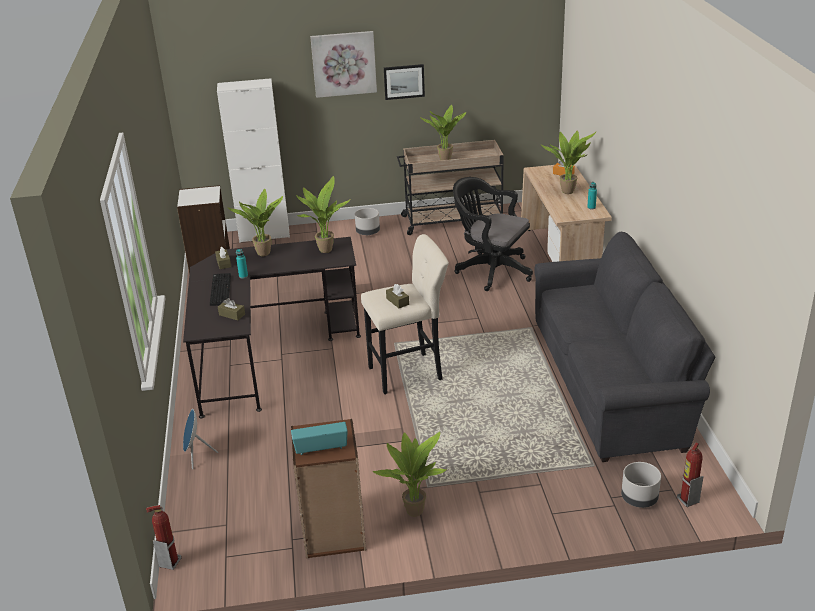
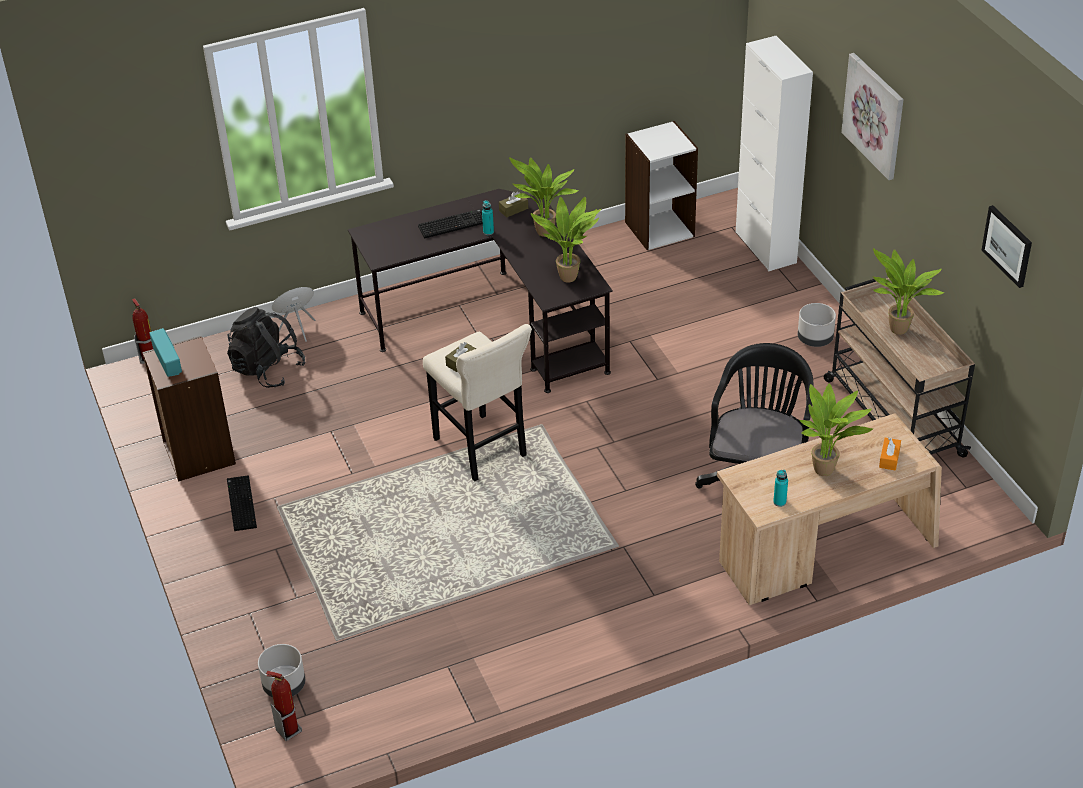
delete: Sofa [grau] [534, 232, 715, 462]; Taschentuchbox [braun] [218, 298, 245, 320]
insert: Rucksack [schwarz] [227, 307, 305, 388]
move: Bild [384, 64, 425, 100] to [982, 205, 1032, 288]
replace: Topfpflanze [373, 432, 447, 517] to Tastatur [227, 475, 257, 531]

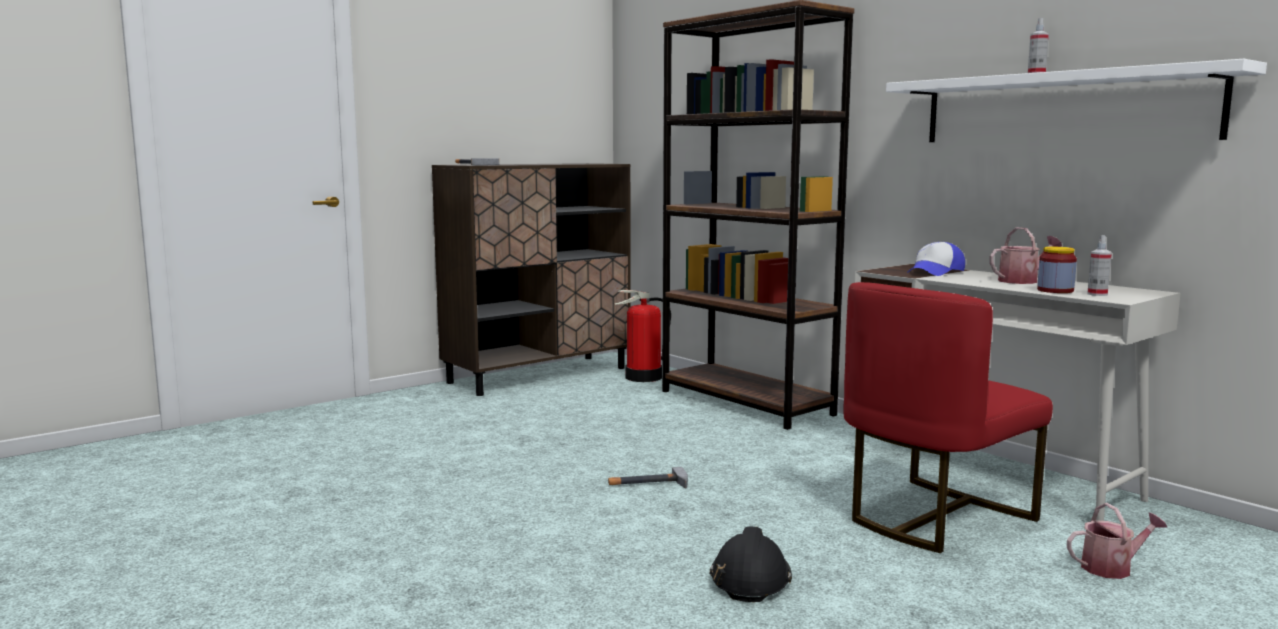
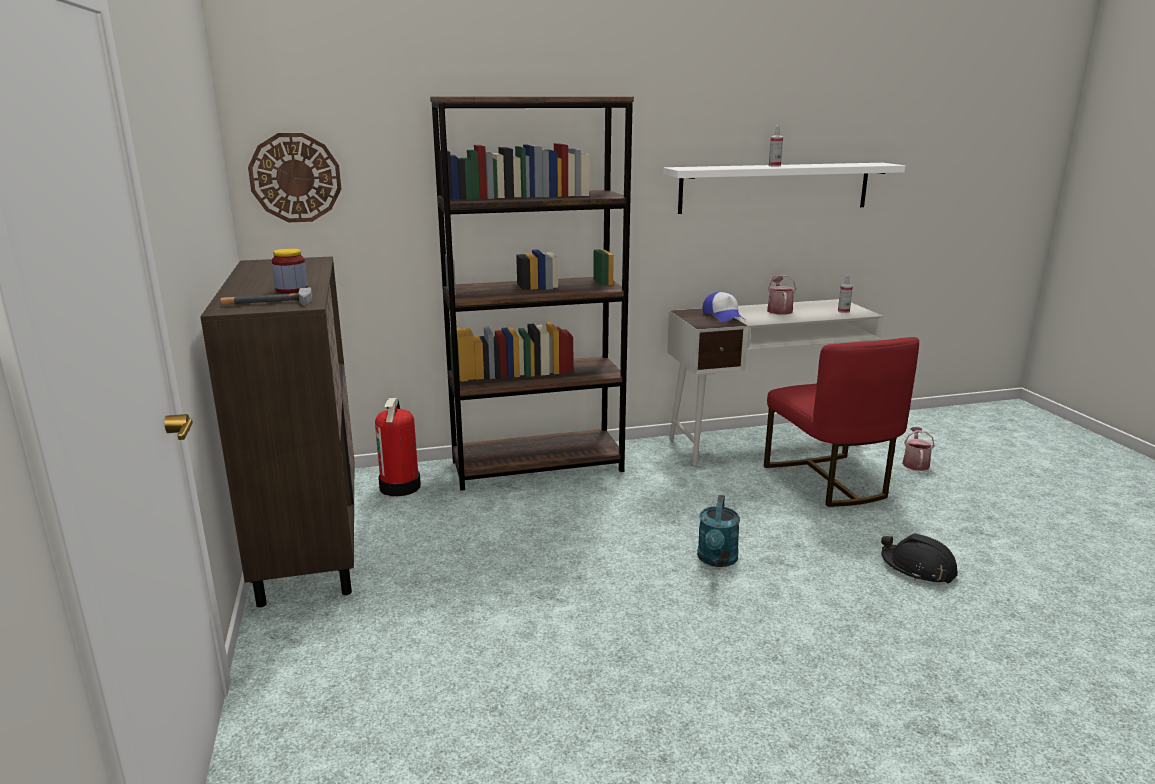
insert: Wanduhr [248, 133, 341, 222]
move: Vorratsglas [1037, 247, 1077, 293] to [272, 248, 308, 293]
replace: Hammer [608, 467, 688, 489] to Gießkanne [türkis] [697, 495, 740, 567]

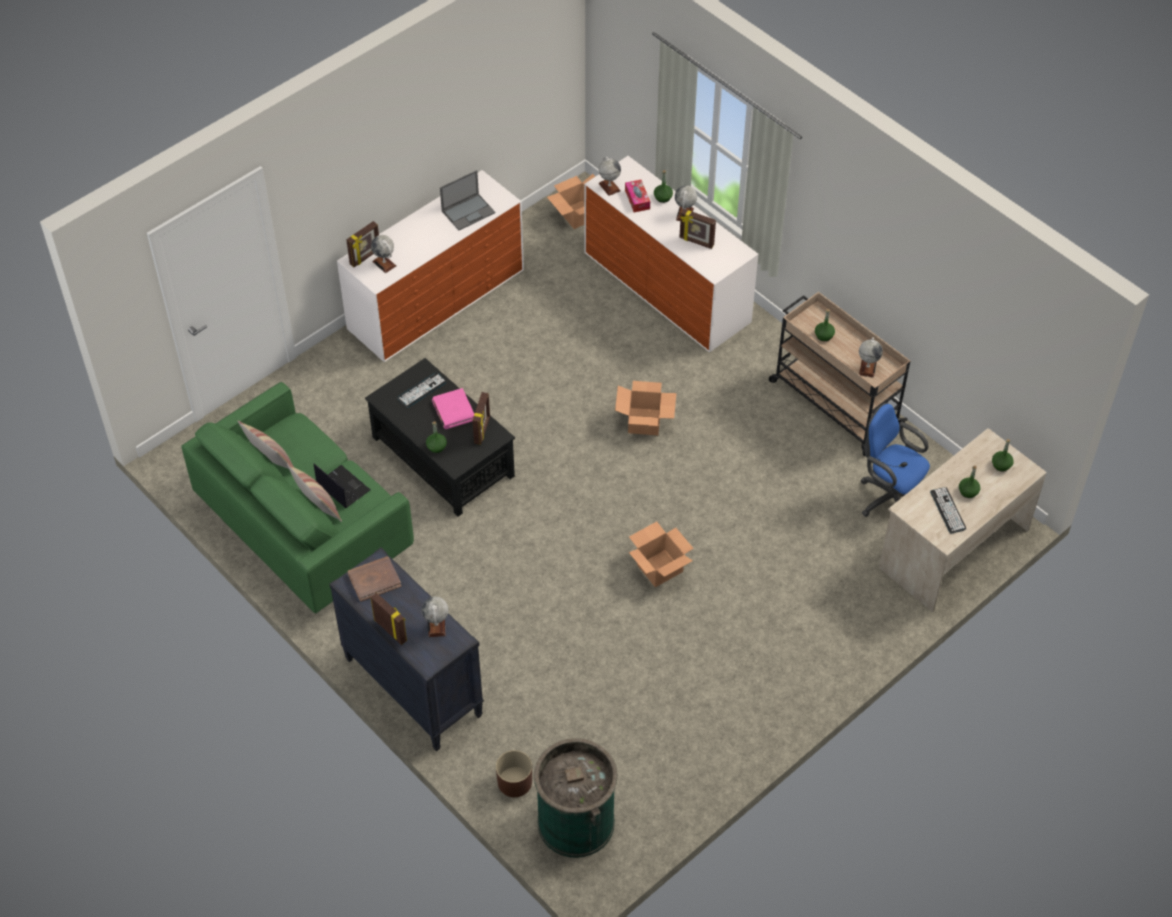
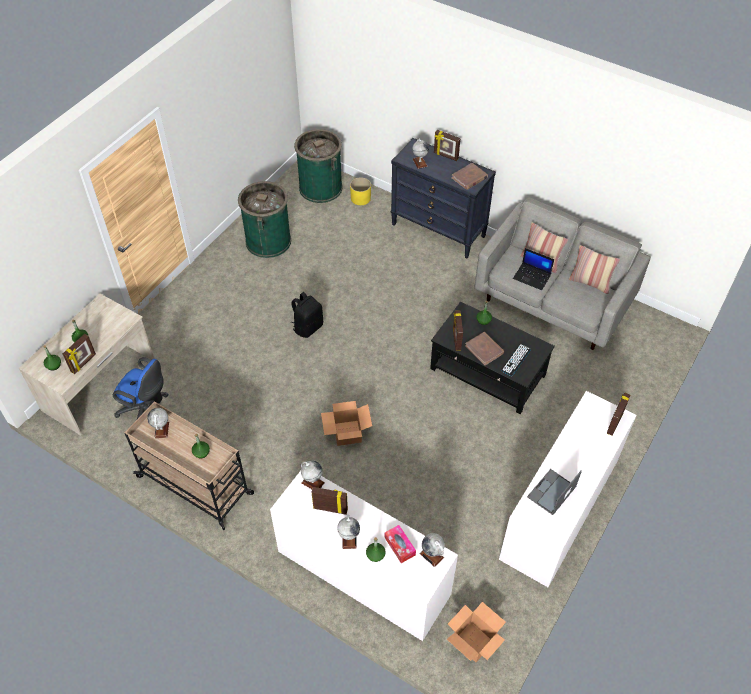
delete: Tastatur [930, 487, 966, 534]
insert: Mülleimer [grün] [238, 181, 291, 258]; Bilderrahmen [63, 334, 96, 374]
move: Globus [371, 235, 396, 273] to [301, 460, 325, 489]
replace: Karton [629, 522, 694, 587] to Rucksack [schwarz] [291, 292, 323, 338]
recolor: Sofa [grün] [181, 382, 414, 614] to Sofa [grau] [475, 198, 651, 350]; Buch [rosa] [432, 388, 474, 429] to Buch [braun] [465, 332, 504, 366]; Pflanzkübel [braun] [496, 750, 532, 797] to Pflanzkübel [gelb] [350, 177, 371, 205]

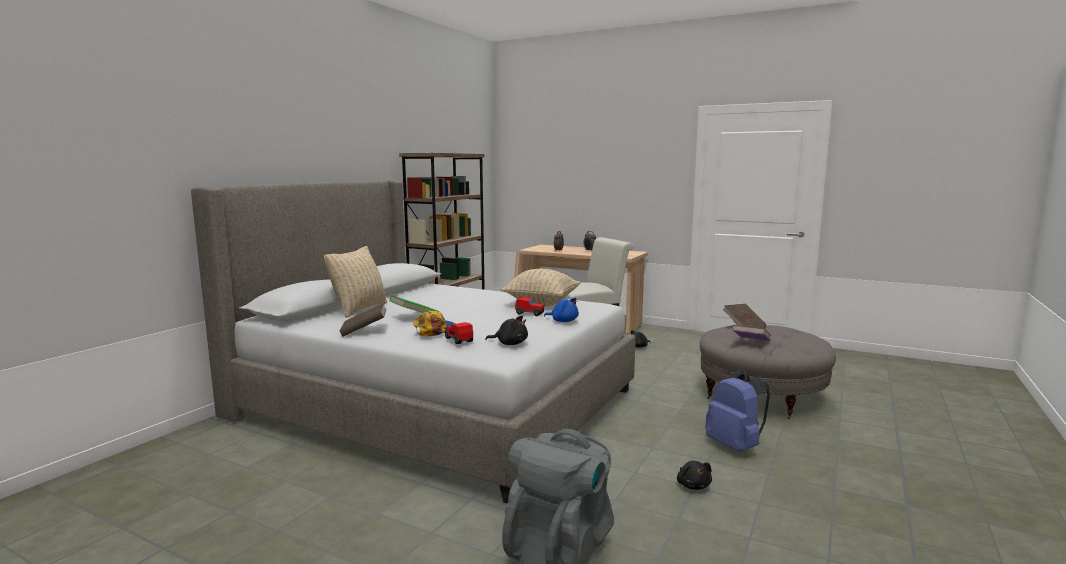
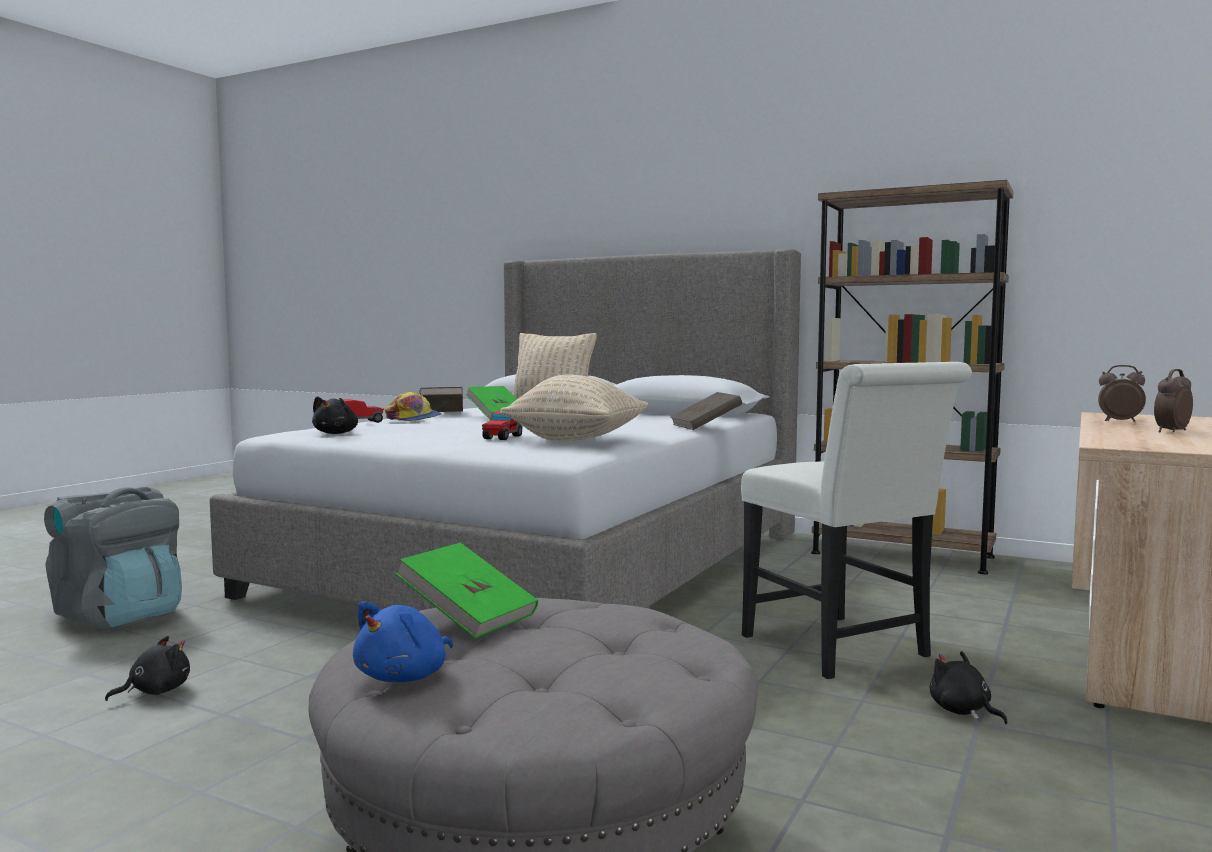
delete: Rucksack [blau] [705, 371, 770, 452]
move: Plüschtier [blau] [544, 298, 579, 322] to [353, 601, 453, 682]; Buch [braun] [723, 304, 766, 328] to [670, 392, 742, 430]
recolor: Buch [lila] [732, 325, 771, 341] to Buch [grün] [395, 543, 538, 639]
rotate: Plüschtier [schwarz] [677, 461, 712, 490] = [105, 636, 190, 701] 150 degrees clockwise

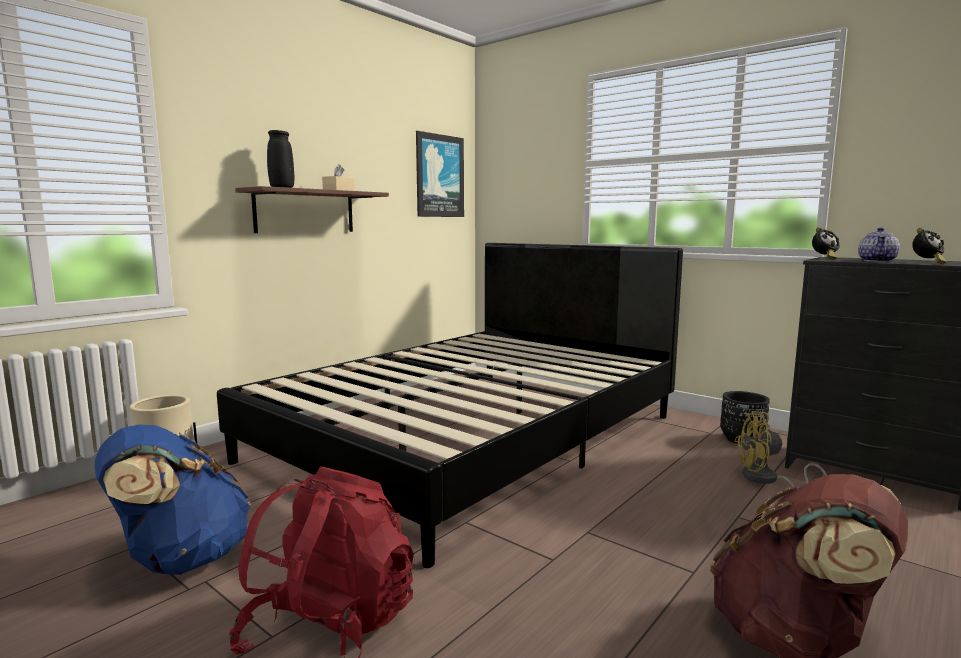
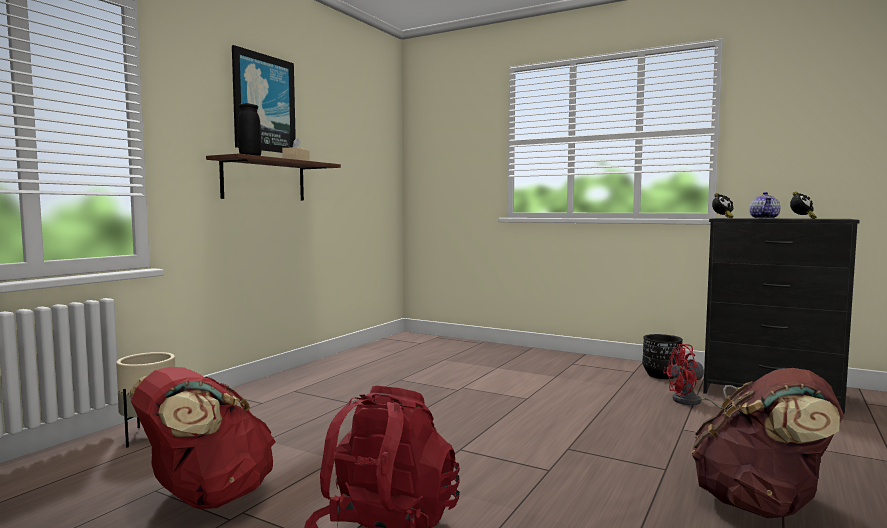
delete: Bett [schwarz] [217, 243, 683, 568]
move: Bild [416, 131, 464, 217] to [232, 45, 296, 153]
recolor: Ventilator [gelb] [734, 411, 827, 486] to Ventilator [rot] [663, 344, 737, 409]; Rucksack [blau] [95, 424, 251, 575] to Rucksack [rot] [129, 367, 276, 509]

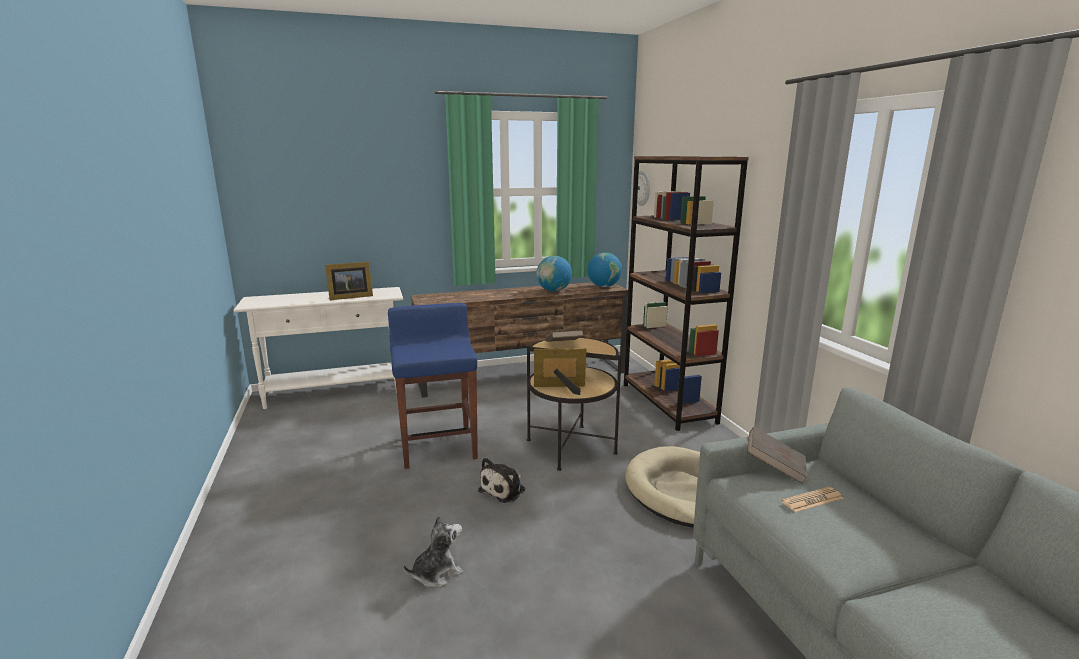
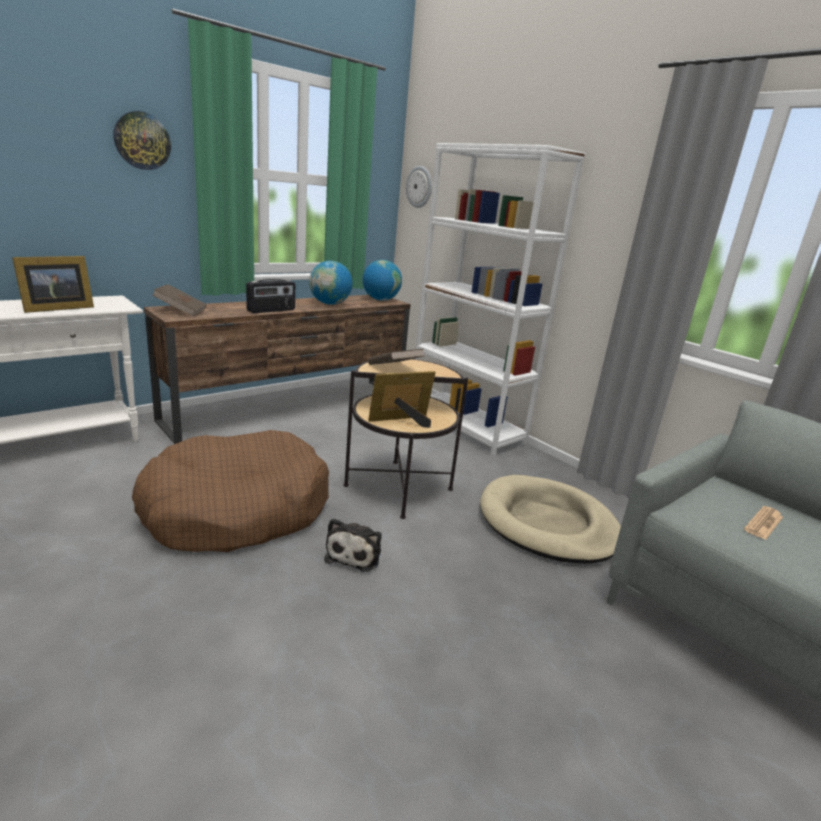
delete: Plüschtier [403, 515, 463, 588]
insert: Wanduhr [113, 111, 171, 170]; Radio [246, 279, 295, 313]
move: Buch [braun] [747, 427, 807, 484] to [152, 284, 207, 316]
replace: Hocker [blau] [388, 303, 478, 469] to Hundebett [braun] [132, 430, 329, 552]
recolor: Bücherregal [braun] [624, 156, 749, 431] to Bücherregal [weiß] [415, 143, 586, 456]

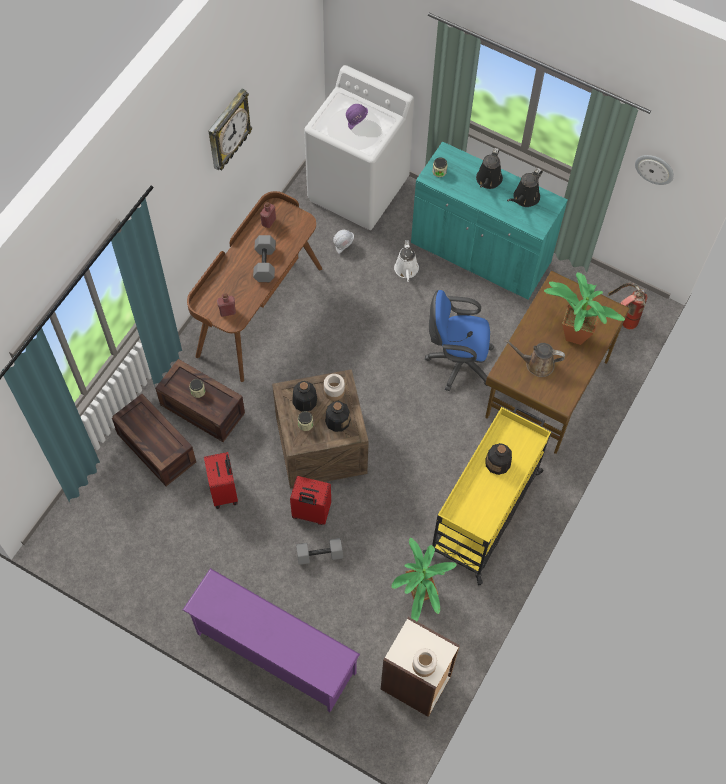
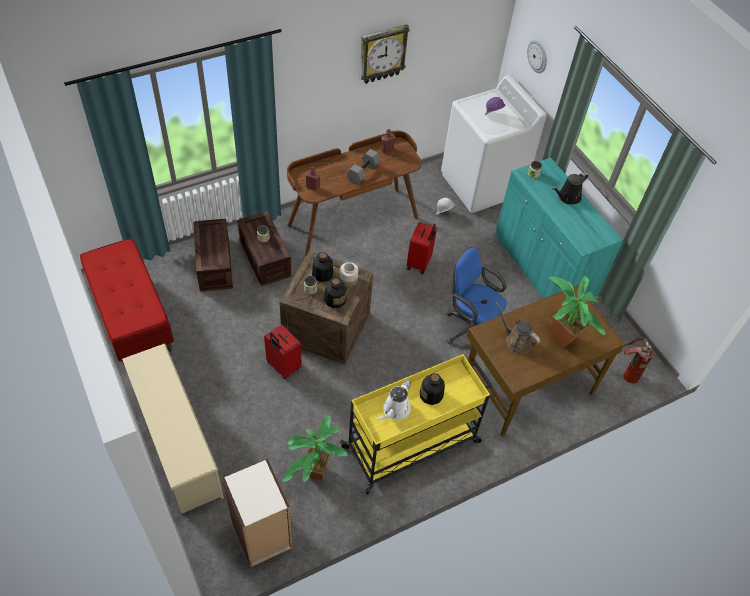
delete: Gießkanne [schwarz] [507, 168, 543, 207]; Hantel [grau] [296, 538, 343, 565]; Vorratsglas [412, 648, 437, 677]
insert: Bank [rot] [80, 238, 174, 365]
move: Wanduhr [635, 155, 674, 185] to [527, 40, 547, 73]; Gießkanne [weiß] [394, 240, 419, 282] to [377, 380, 411, 421]; Koffer [rot] [204, 452, 238, 509] to [407, 222, 437, 274]
recolor: Schuhregal [lila] [183, 568, 360, 712] to Schuhregal [beige] [122, 344, 224, 513]

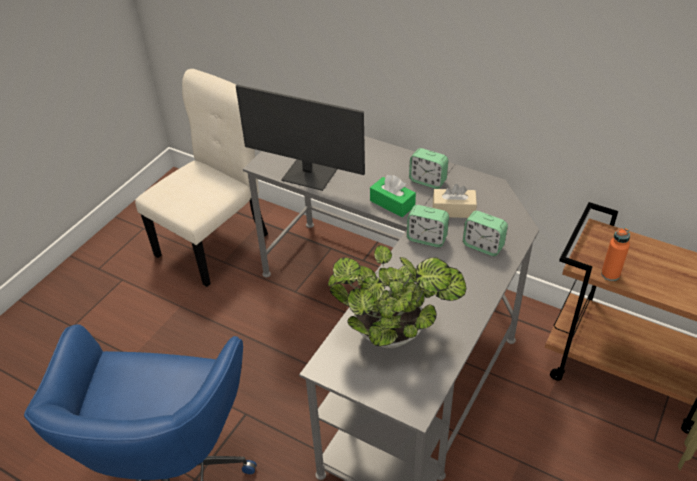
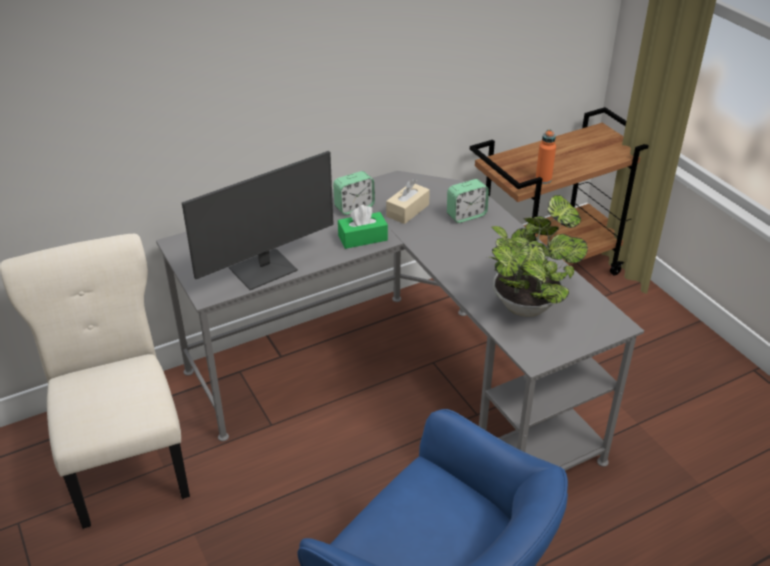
delete: Wecker [407, 205, 449, 247]

